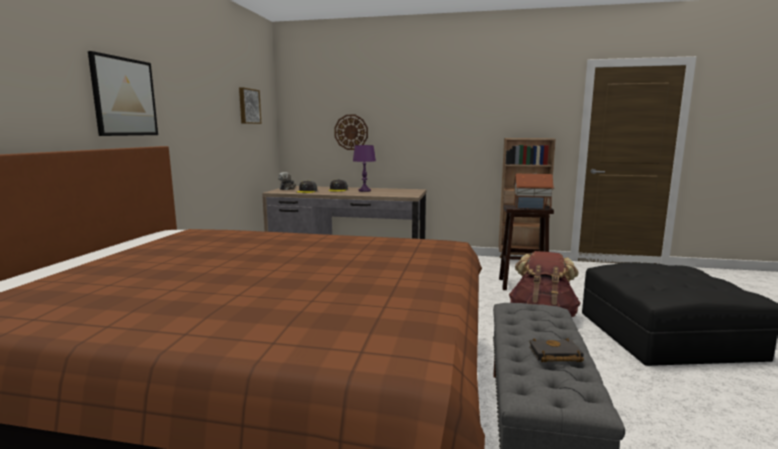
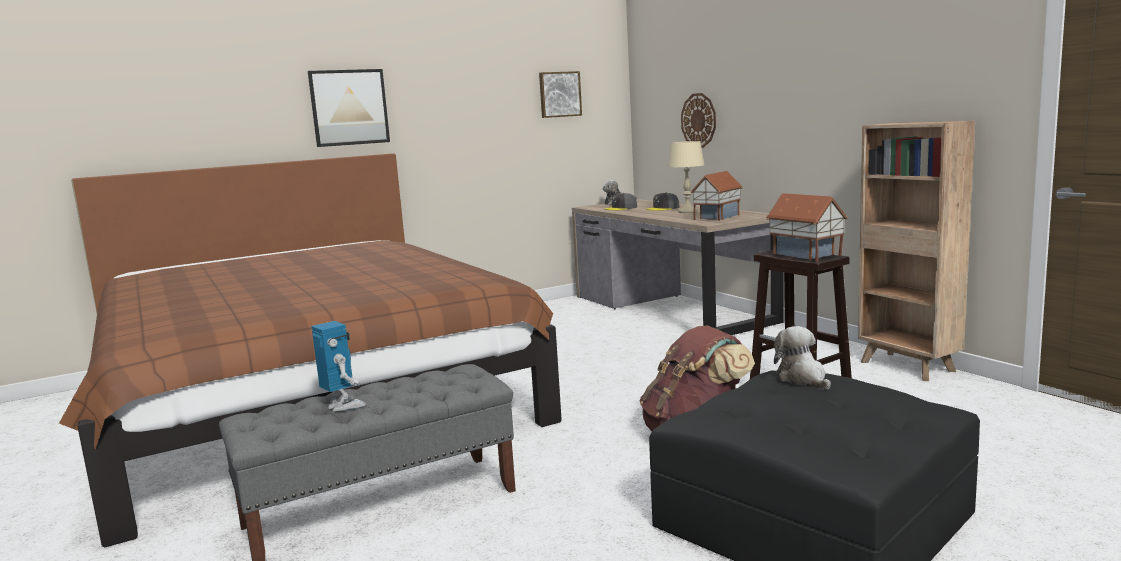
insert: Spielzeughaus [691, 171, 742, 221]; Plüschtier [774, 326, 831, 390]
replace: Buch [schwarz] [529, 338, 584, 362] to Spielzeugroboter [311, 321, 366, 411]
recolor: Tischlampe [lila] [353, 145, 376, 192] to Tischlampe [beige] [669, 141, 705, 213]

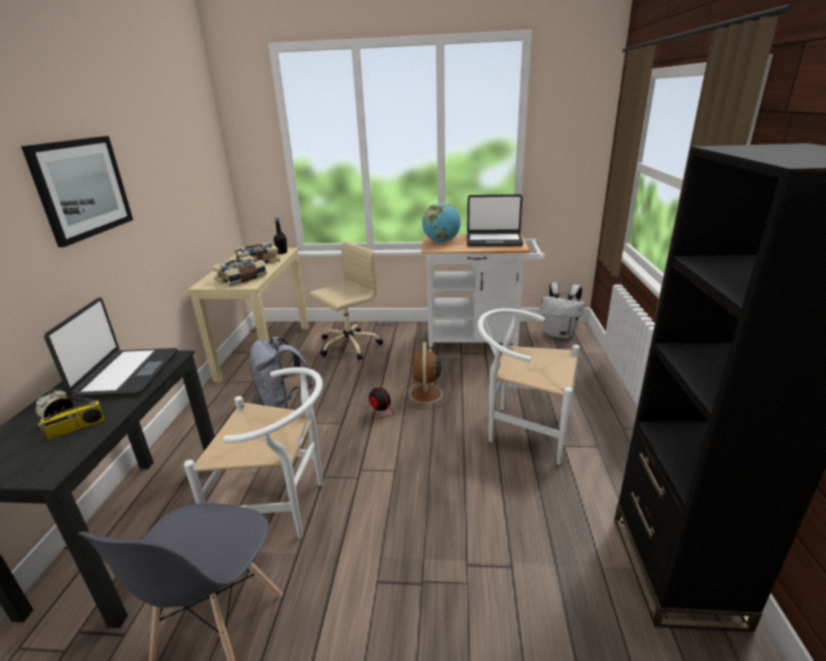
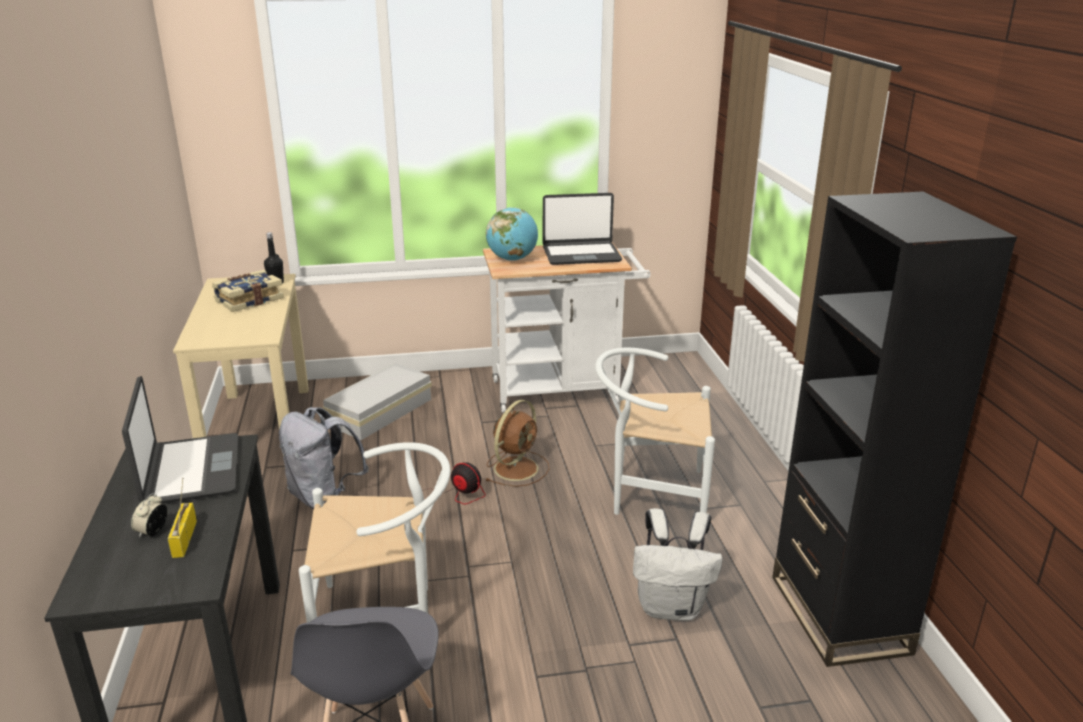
delete: Bild [21, 136, 133, 247]; Buch [212, 256, 267, 287]
move: Rucksack [weiß] [540, 282, 585, 339] to [633, 508, 723, 621]
replace: Bürostuhl [beige] [309, 241, 383, 360] to Aufbewahrungsbox [weiß] [322, 363, 432, 440]
rotate: Ventilator [braun] [402, 342, 451, 409] = [485, 400, 550, 487] 135 degrees counterclockwise; Radio [38, 391, 105, 440] = [168, 478, 197, 558] 135 degrees clockwise

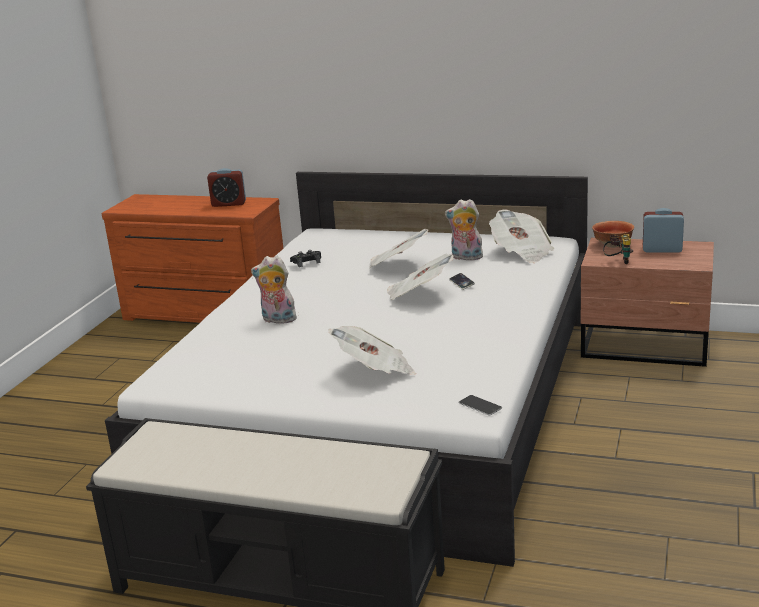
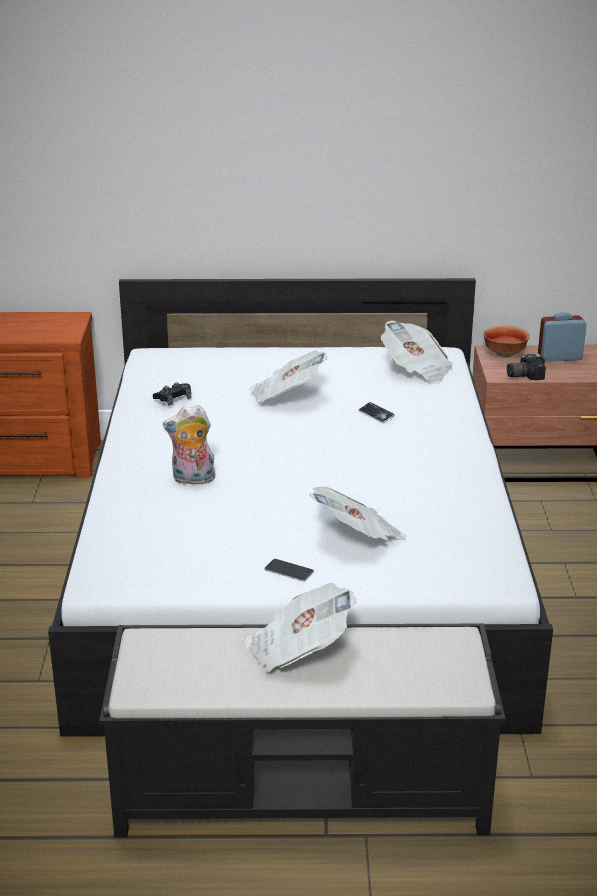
delete: Wecker [207, 168, 246, 207]; Plüschtier [445, 199, 483, 260]
move: Zeitung [387, 254, 454, 300] to [244, 583, 356, 672]; Handy [458, 395, 502, 416] to [264, 559, 314, 582]
replace: Fernglas [603, 234, 633, 264] to Kamera [507, 354, 546, 380]

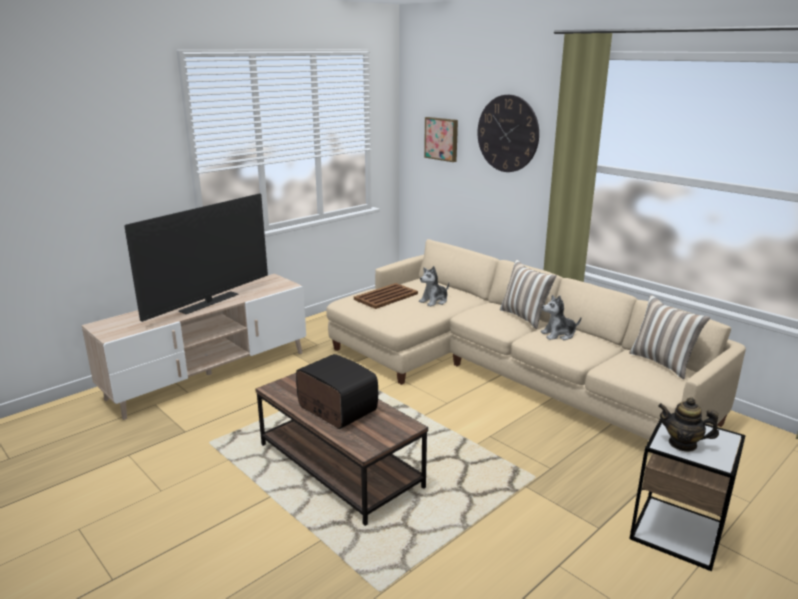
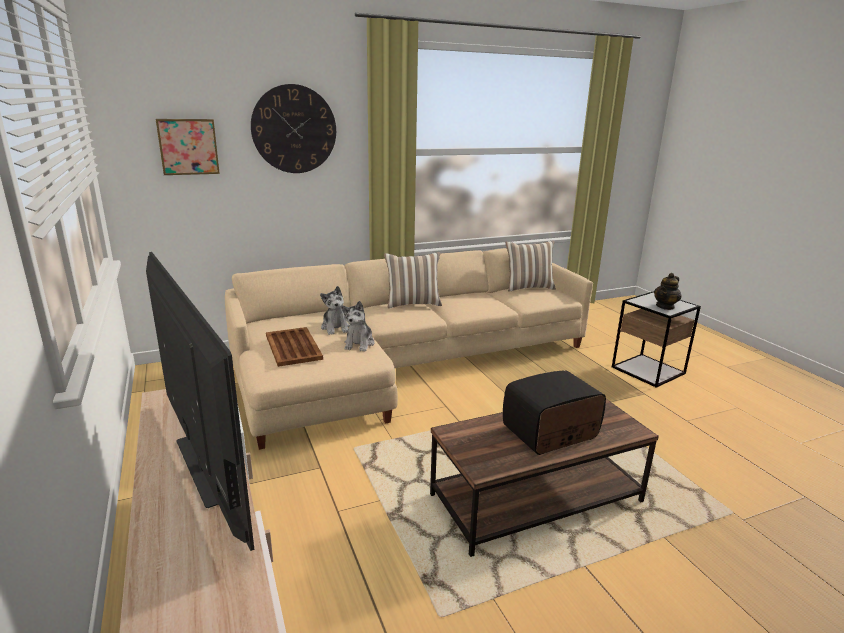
move: Plüschtier [541, 295, 581, 340] to [342, 301, 374, 351]

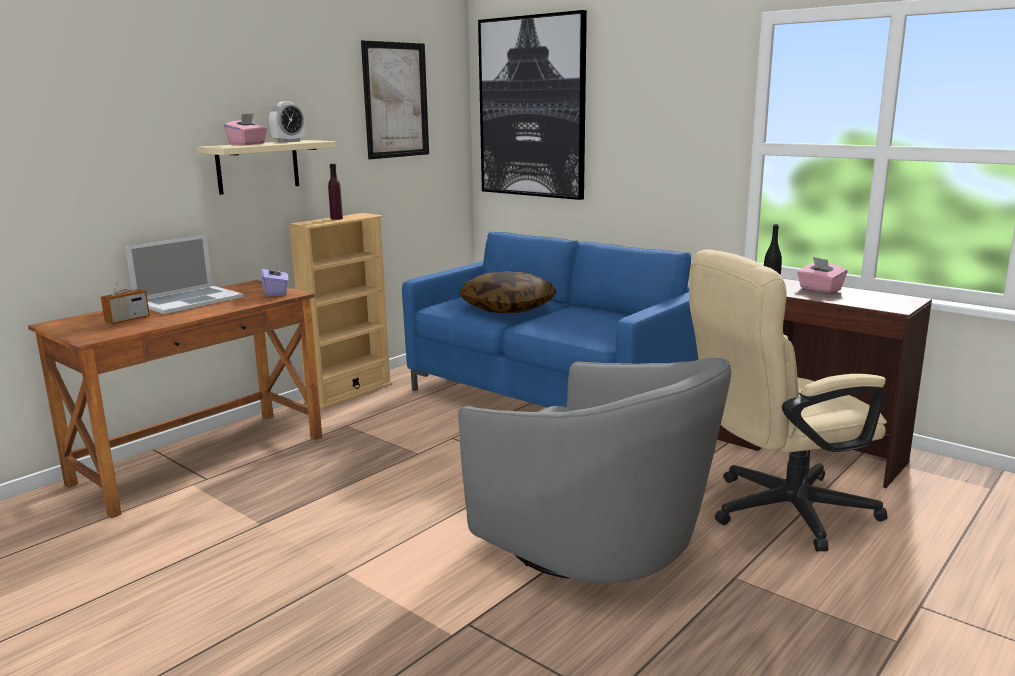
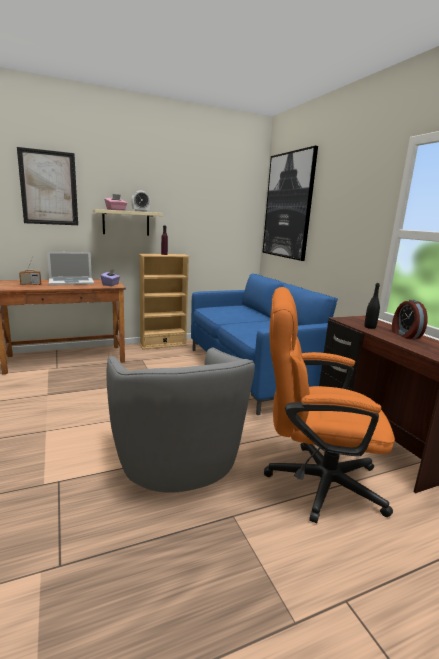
delete: Kissen [459, 271, 557, 313]
move: Bild [361, 40, 429, 159] to [17, 147, 78, 225]
replace: Taschentuchbox [rosa] [797, 257, 848, 293] to Wecker [392, 300, 427, 338]
recolor: Bürostuhl [beige] [689, 249, 887, 552] to Bürostuhl [orange] [264, 287, 395, 523]

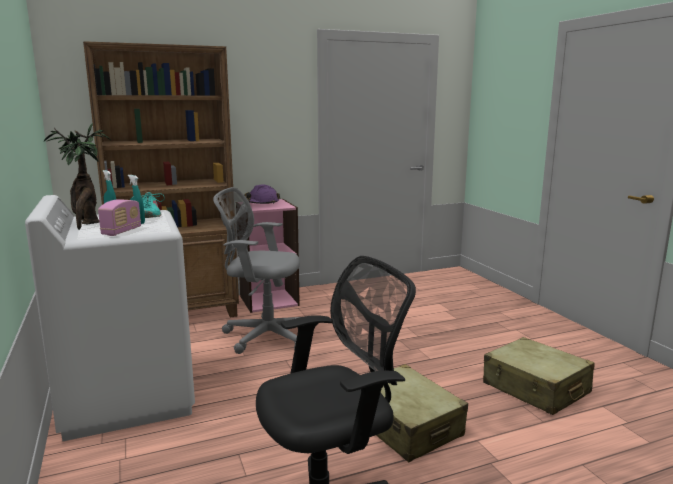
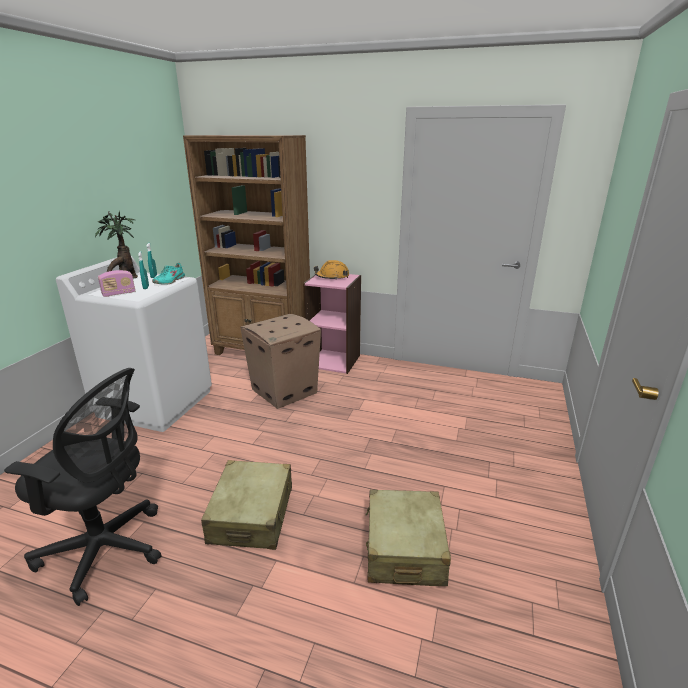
replace: Bürostuhl [grau] [213, 187, 300, 354] to Karton [240, 314, 321, 409]
recolor: Schutzhelm [lila] [245, 184, 281, 204] to Schutzhelm [orange] [314, 260, 349, 280]

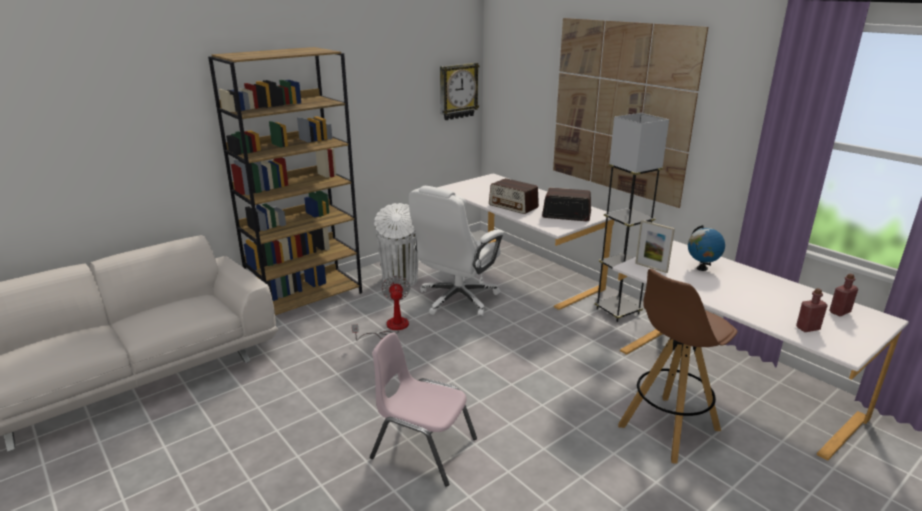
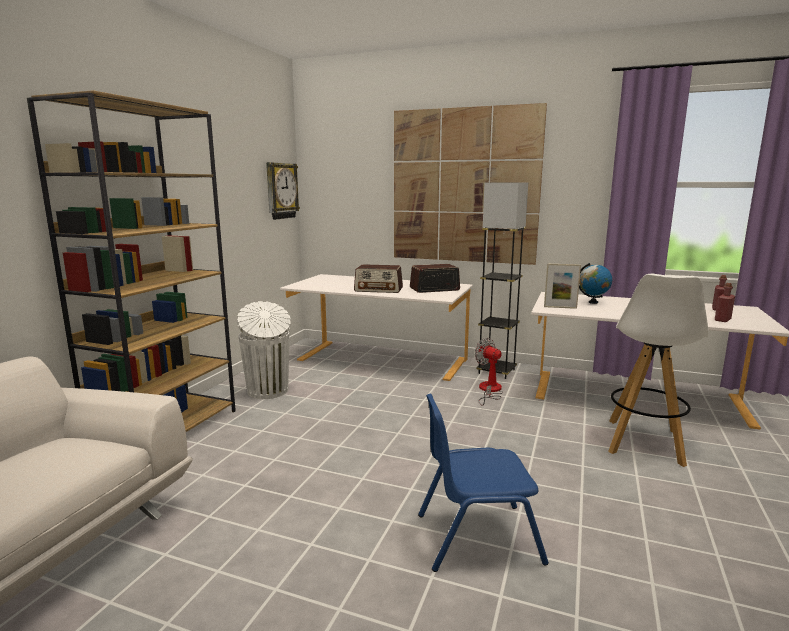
delete: Bürostuhl [weiß] [409, 186, 504, 316]
move: Ventilator [352, 275, 410, 341] to [475, 338, 503, 406]
recolor: Hocker [braun] [618, 269, 738, 464] to Hocker [weiß] [608, 274, 708, 467]; Stuhl [rosa] [370, 332, 477, 486] to Stuhl [blau] [418, 393, 549, 572]

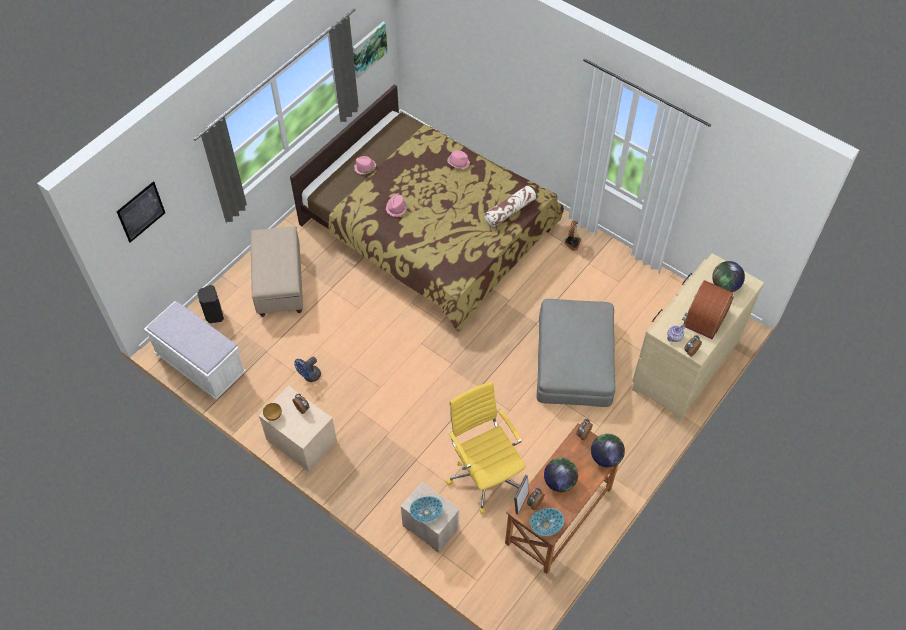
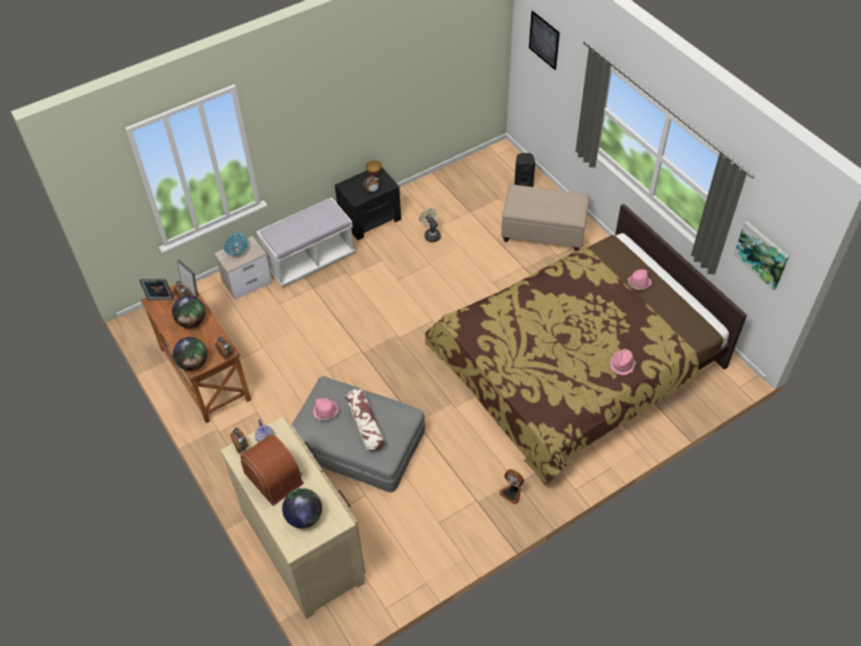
delete: Bürostuhl [gelb] [446, 382, 526, 514]
move: Kissen [484, 186, 536, 227] to [346, 389, 385, 452]; Hut [rosa] [386, 194, 408, 217] to [313, 398, 338, 421]; Bank [weiß] [144, 301, 246, 400] to [256, 197, 355, 286]
replace: Schüssel [530, 508, 564, 536] to Bilderrahmen [139, 278, 173, 300]
recolor: Ventilator [blau] [294, 357, 321, 382] to Ventilator [beige] [419, 208, 441, 242]; Nachttisch [beige] [259, 386, 337, 472] to Nachttisch [schwarz] [335, 168, 401, 240]

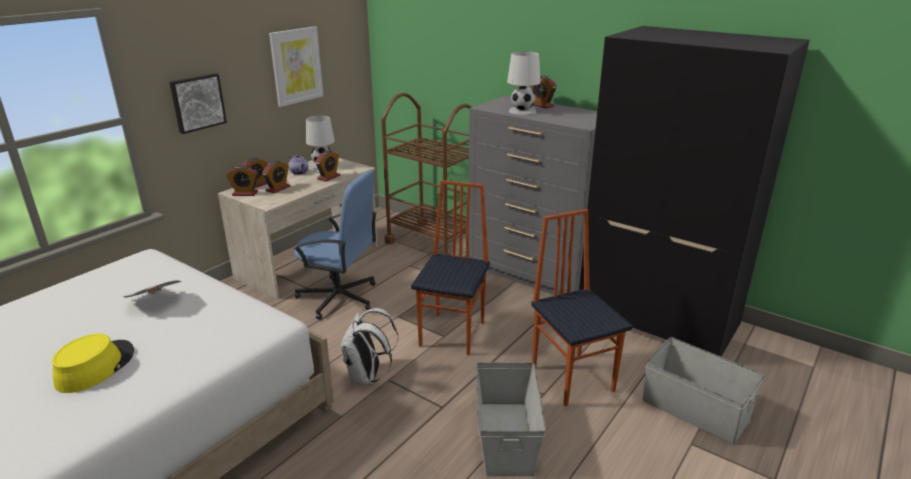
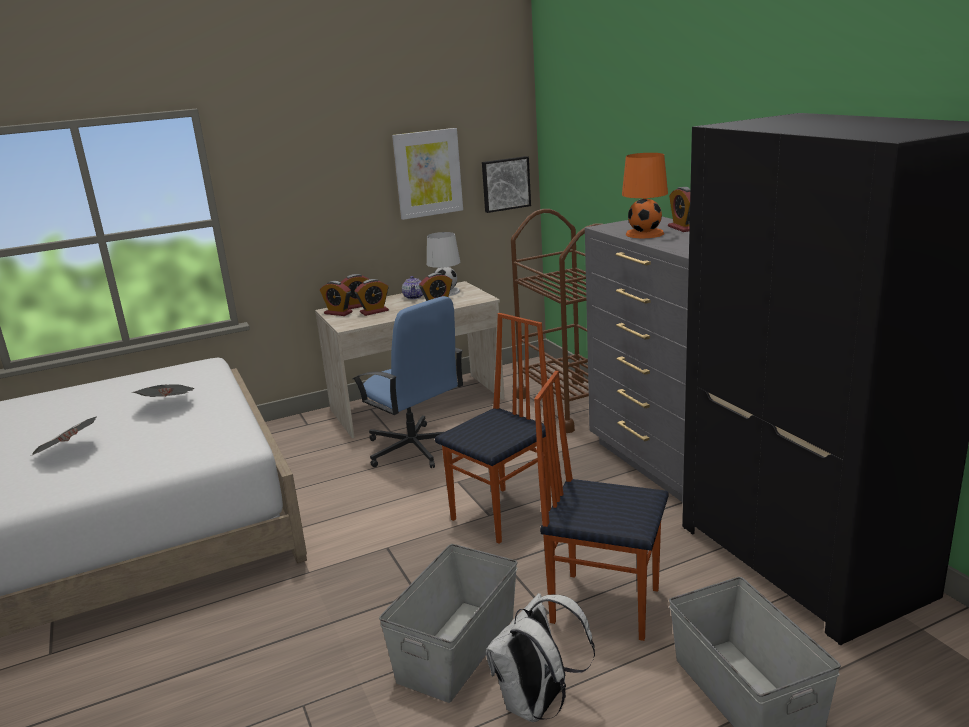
move: Bild [170, 73, 227, 134] to [482, 156, 531, 213]; Rucksack [weiß] [341, 308, 398, 385] to [486, 593, 595, 722]
replace: Hut [gelb] [52, 334, 134, 393] to Zeitung [32, 417, 96, 455]
recolor: Tischlampe [weiß] [507, 51, 541, 115] to Tischlampe [orange] [622, 153, 668, 238]
rotate: Stuhl [531, 209, 632, 407] = [534, 371, 669, 641] 75 degrees counterclockwise

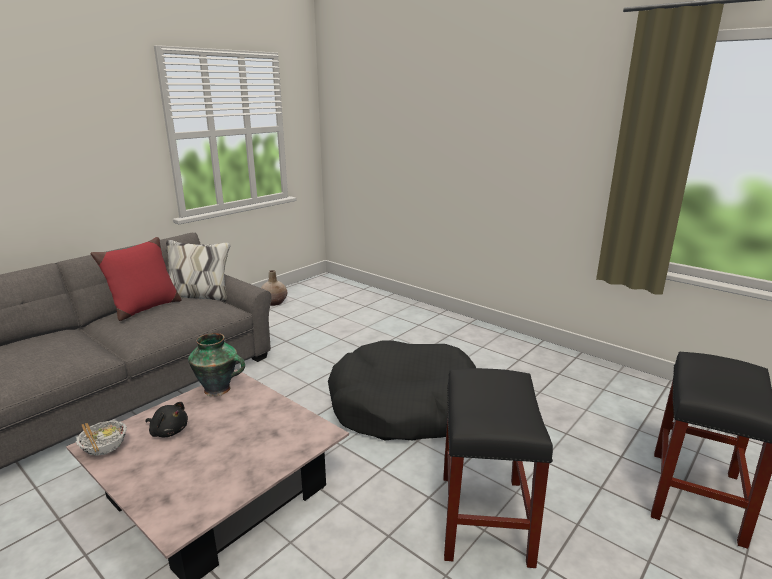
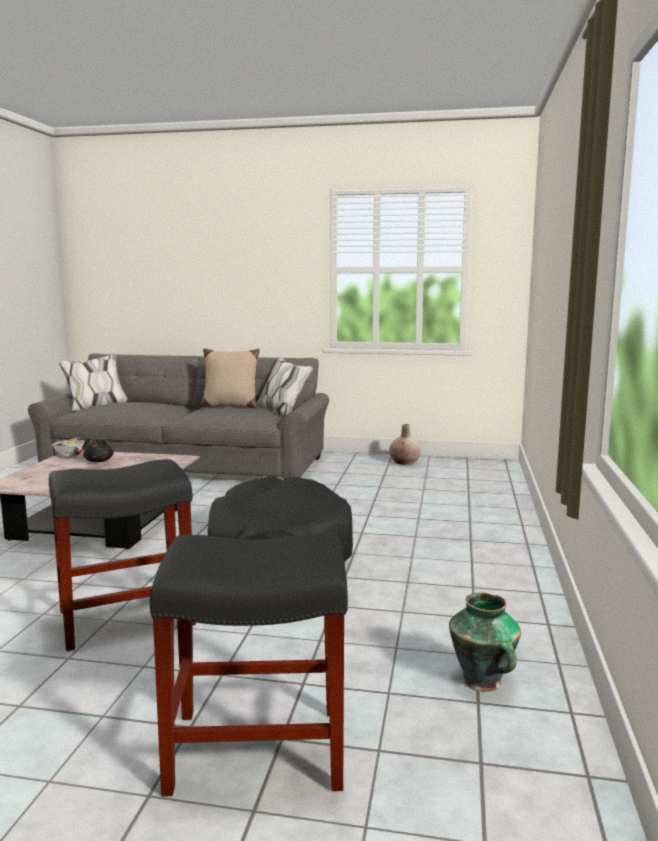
move: Vase [188, 333, 245, 396] to [449, 592, 521, 692]
recolor: Kissen [rot] [91, 237, 182, 321] to Kissen [beige] [201, 348, 260, 409]

